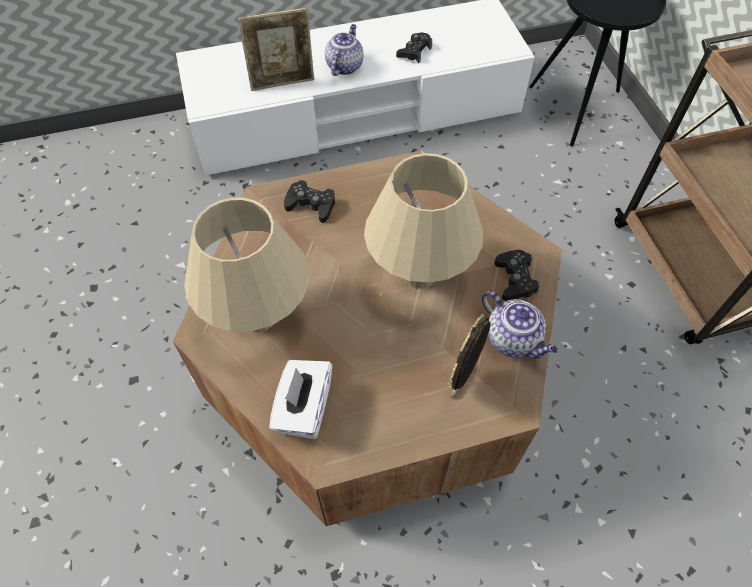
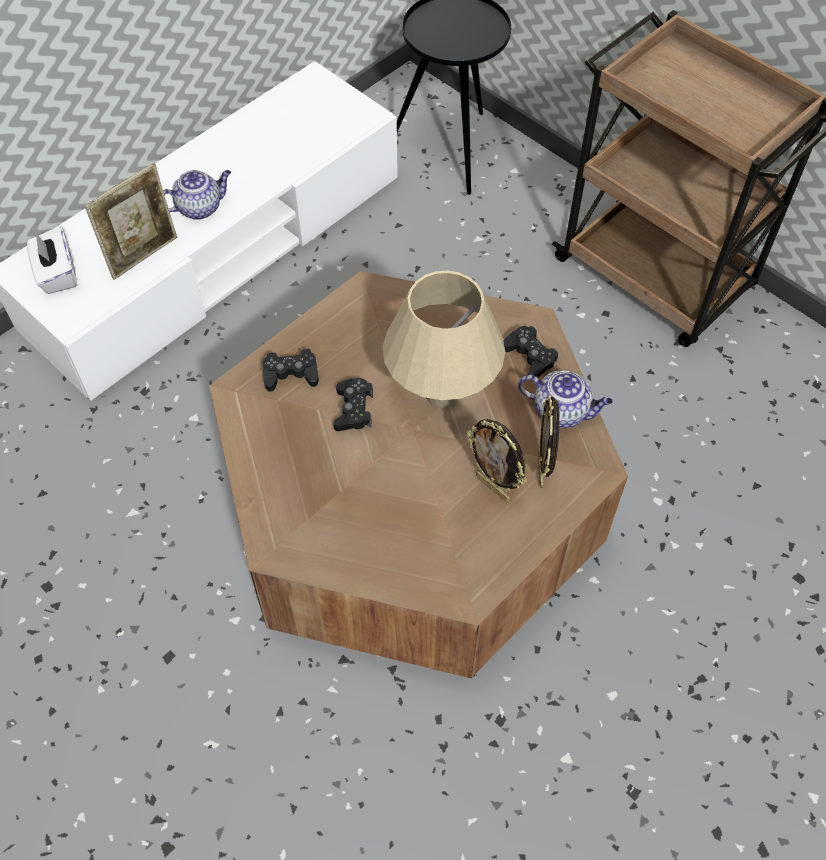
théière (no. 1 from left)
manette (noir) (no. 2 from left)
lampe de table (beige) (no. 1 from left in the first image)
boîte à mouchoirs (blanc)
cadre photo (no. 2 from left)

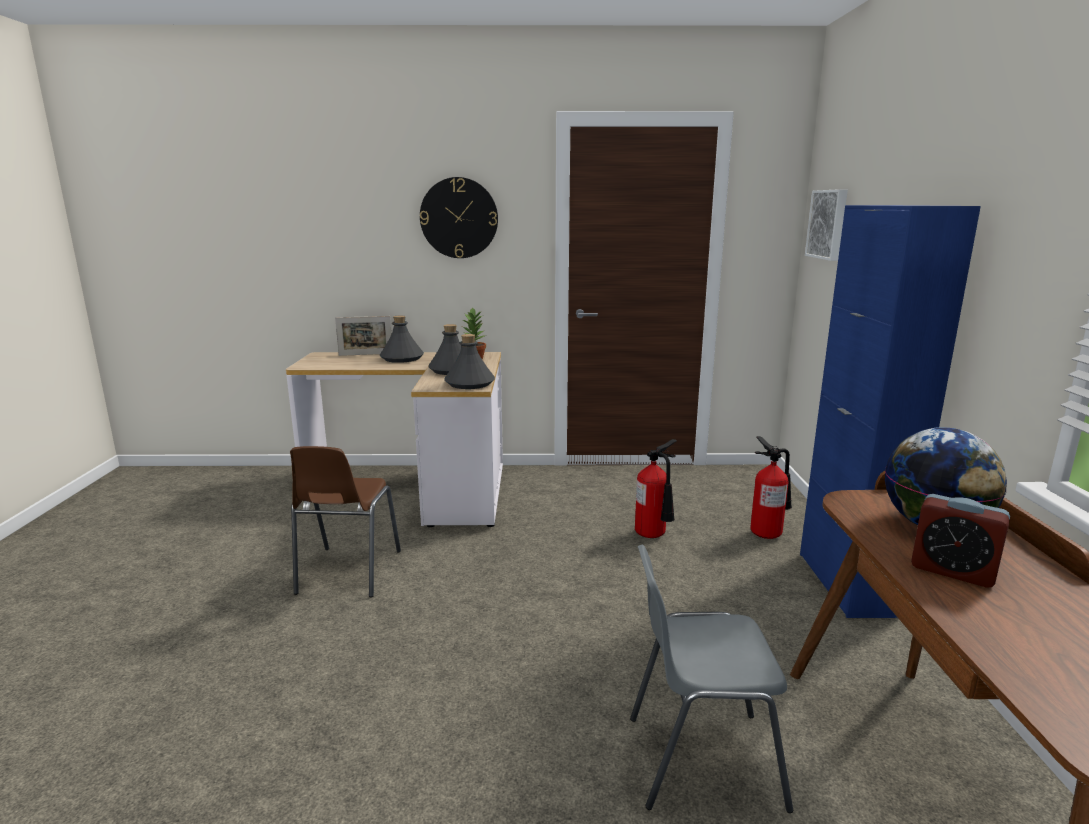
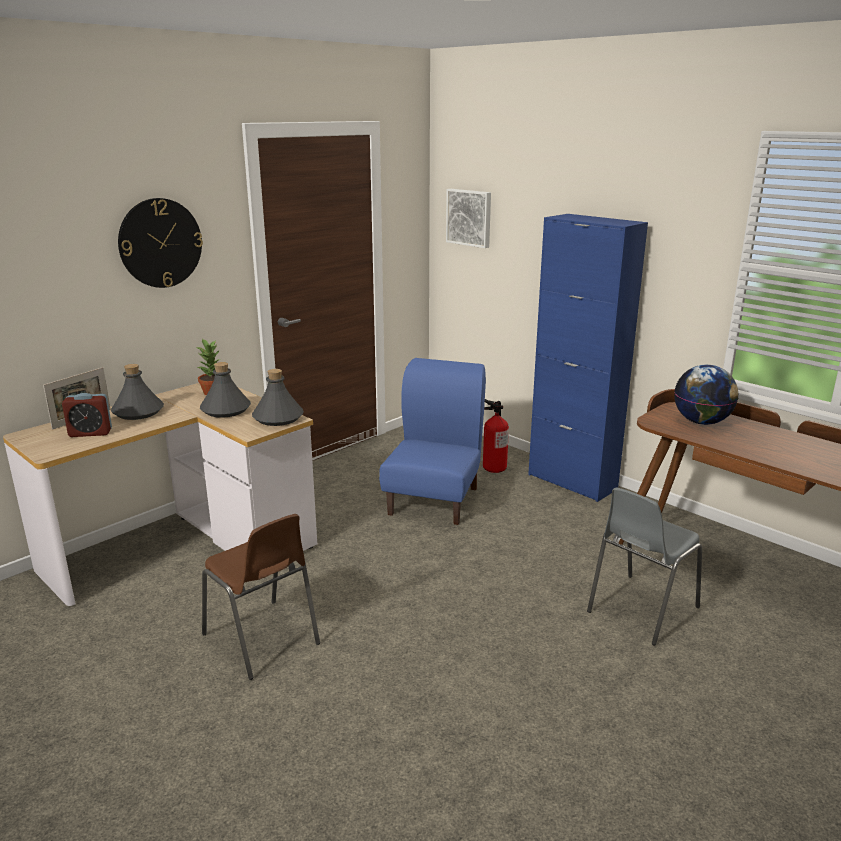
chaise (bleu)
réveil

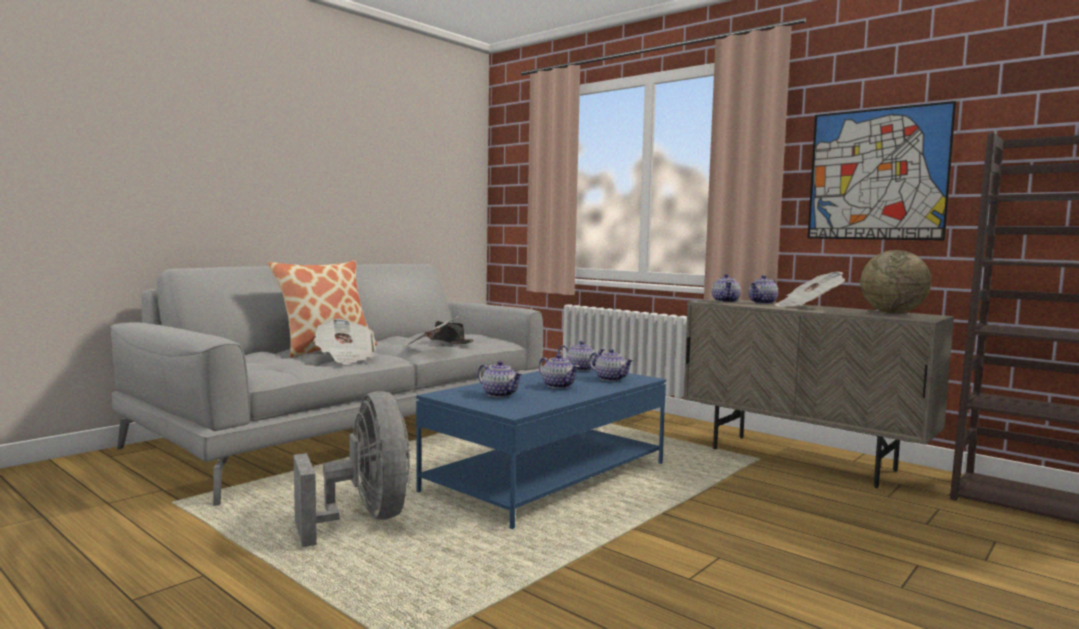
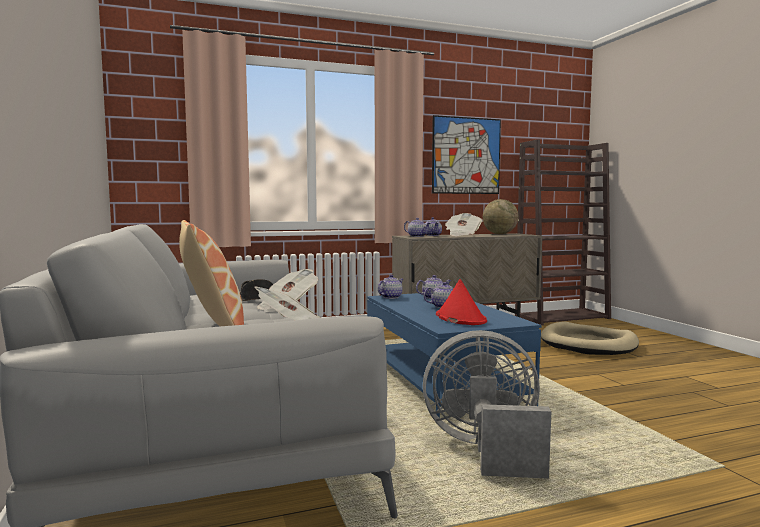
chapeau (rouge)
panier pour chien (beige)

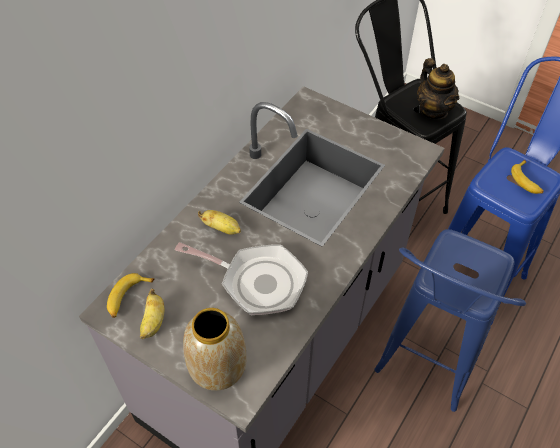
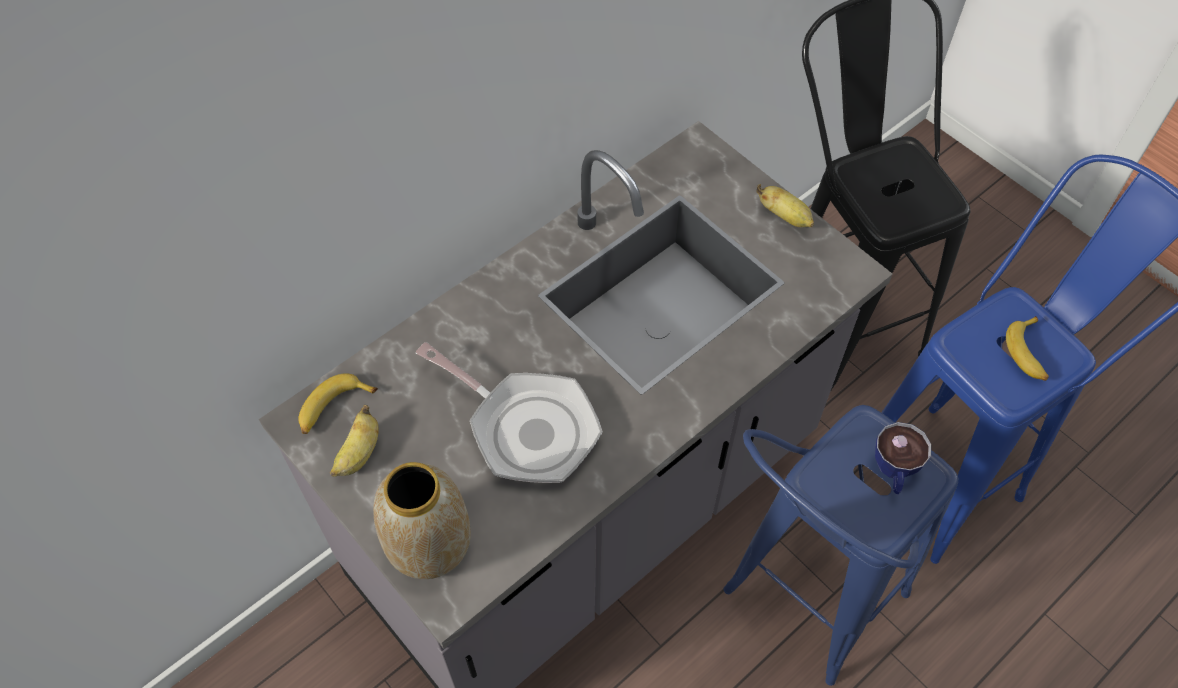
théière
banane (no. 3 from left)
tasse

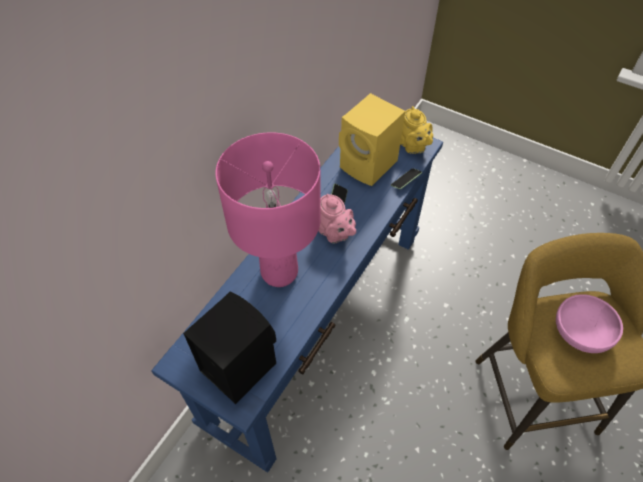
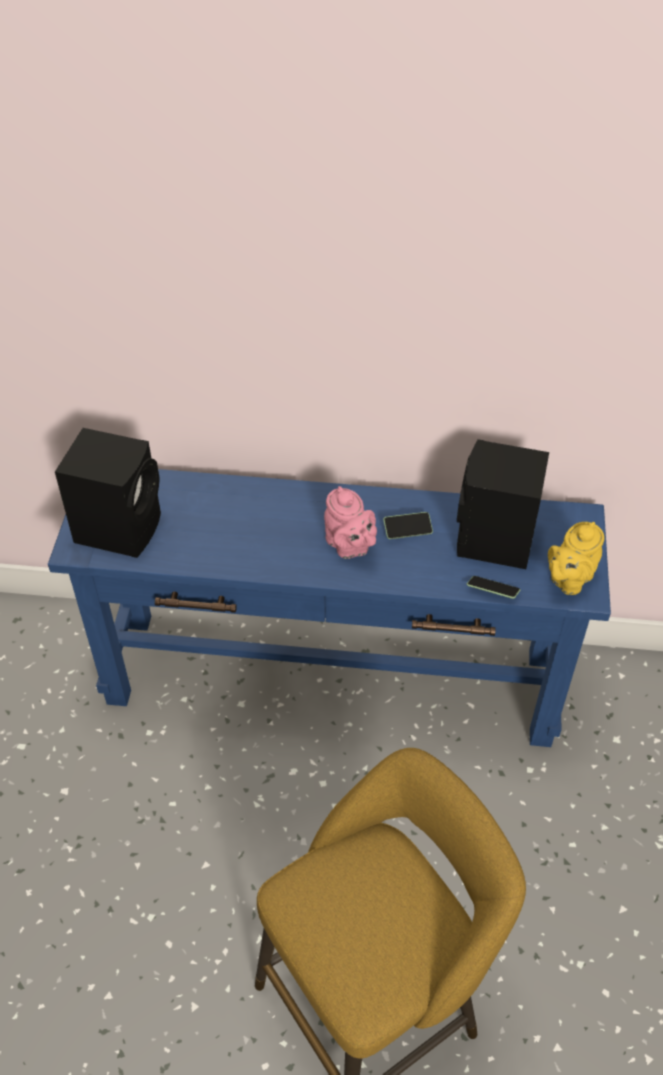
enceinte (noir) (no. 2 from left)
lampe de table (rose)
théière (rose)
bol (rose)

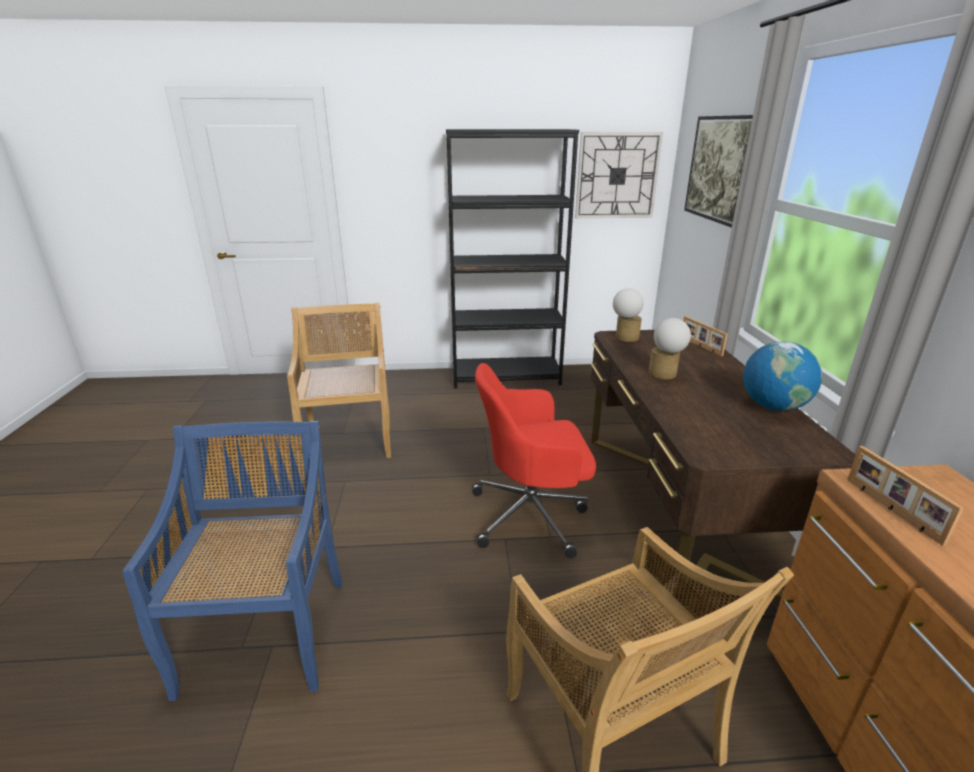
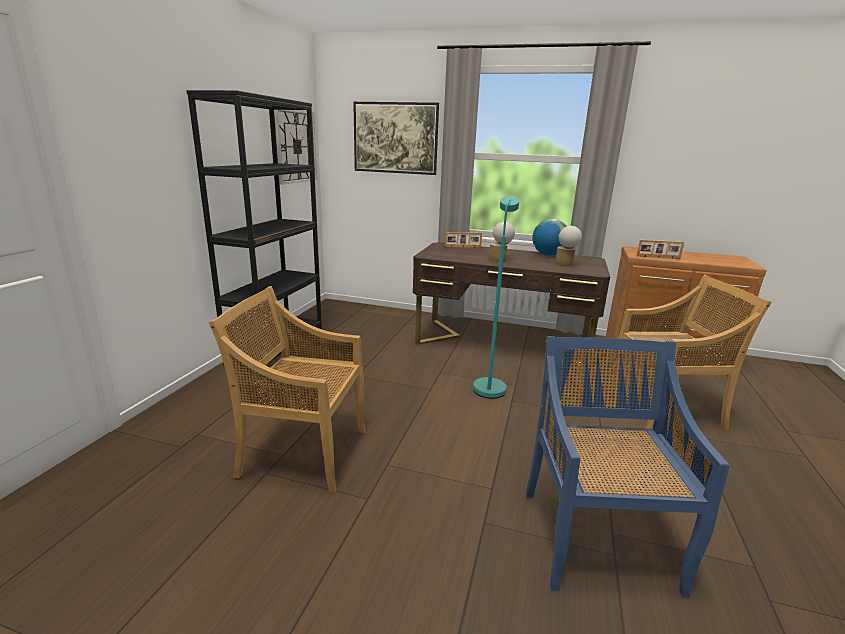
lampe de table (no. 2 from left)
lampadaire (turquoise)
chaise (bleu)

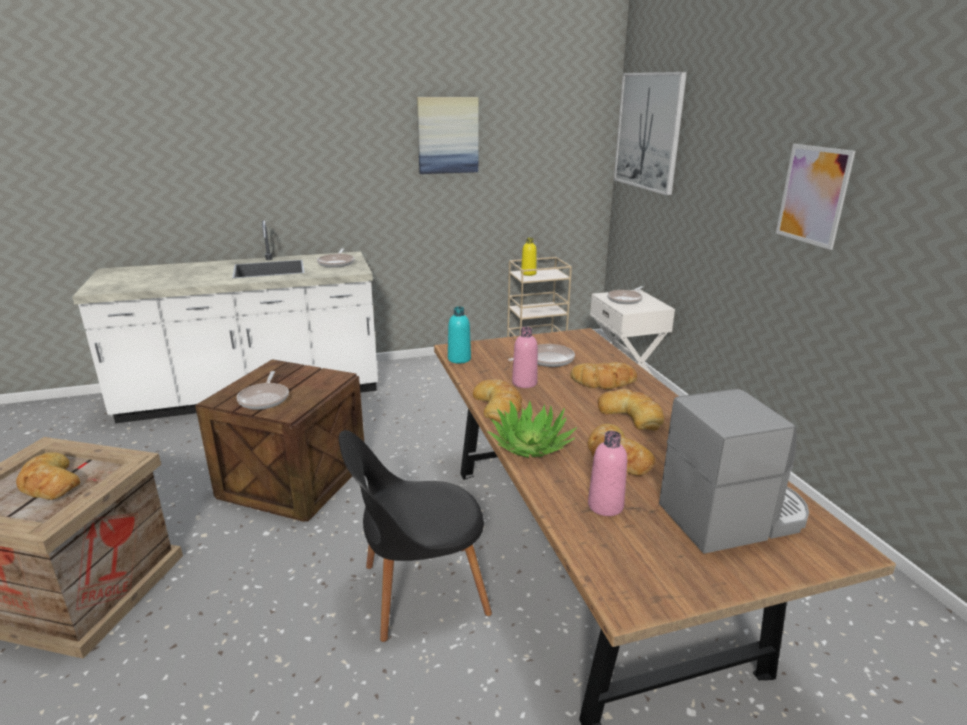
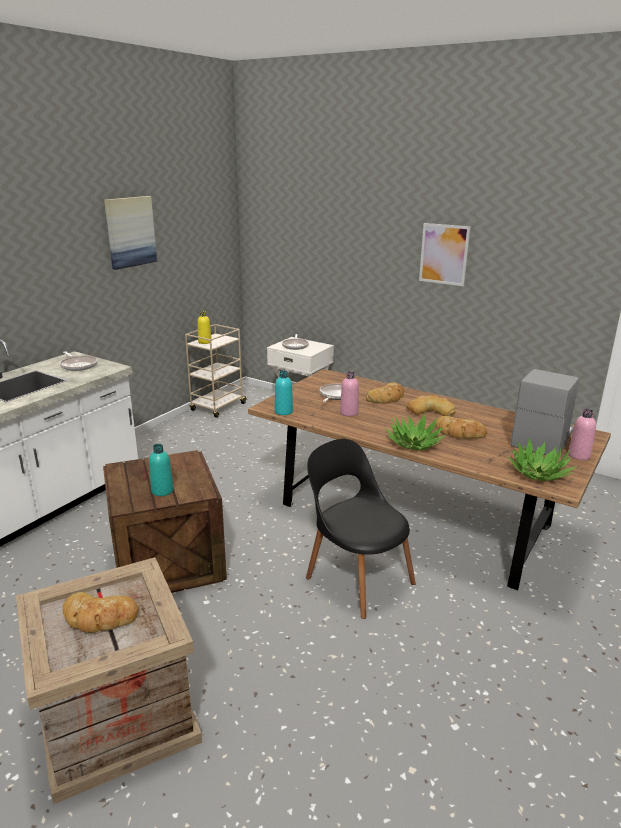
tableau (no. 2 from left in the first image)
bouteille (turquoise) (no. 1 from left)
pain (no. 2 from left in the first image)
chaise (noir)
bouteille (rose) (no. 2 from left)
plante en pot (no. 2 from left)

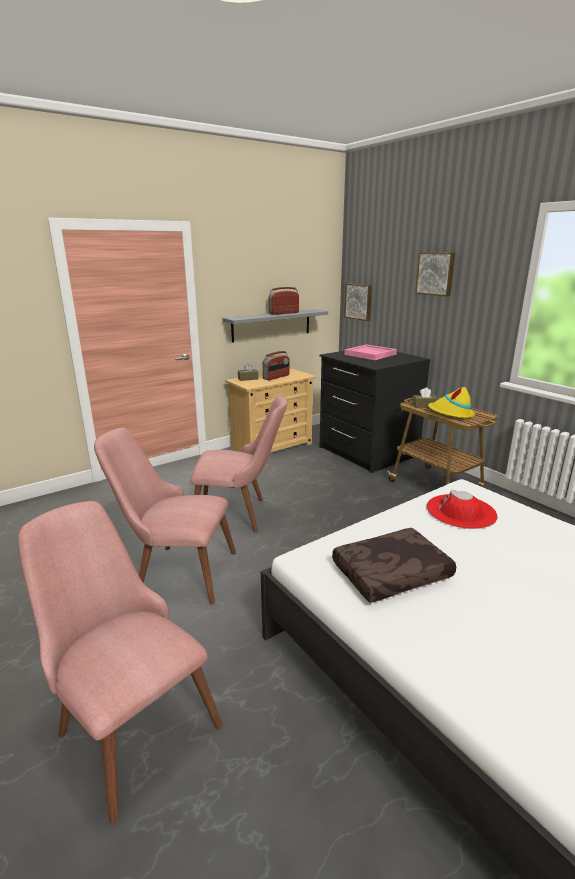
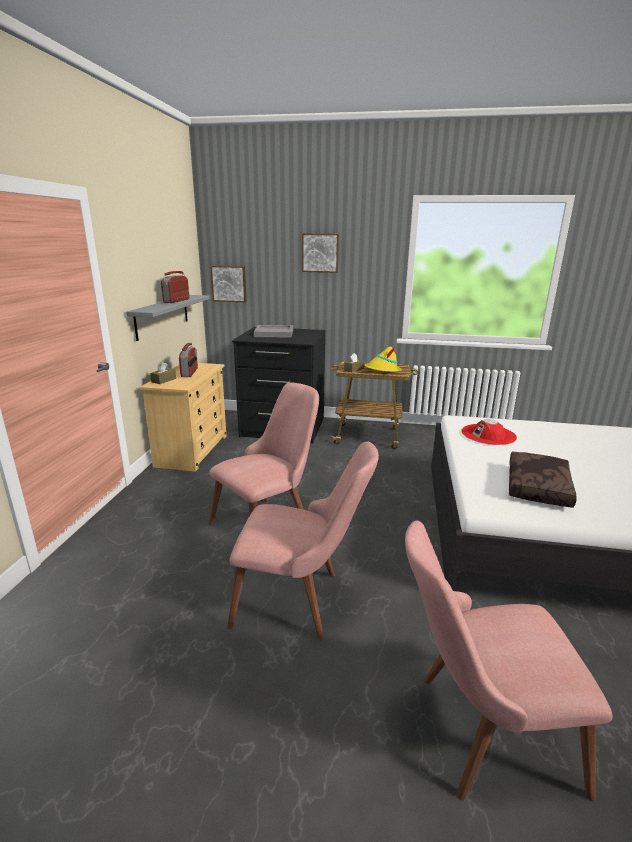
plateau (gris)
chaise (rose) (no. 2 from left)

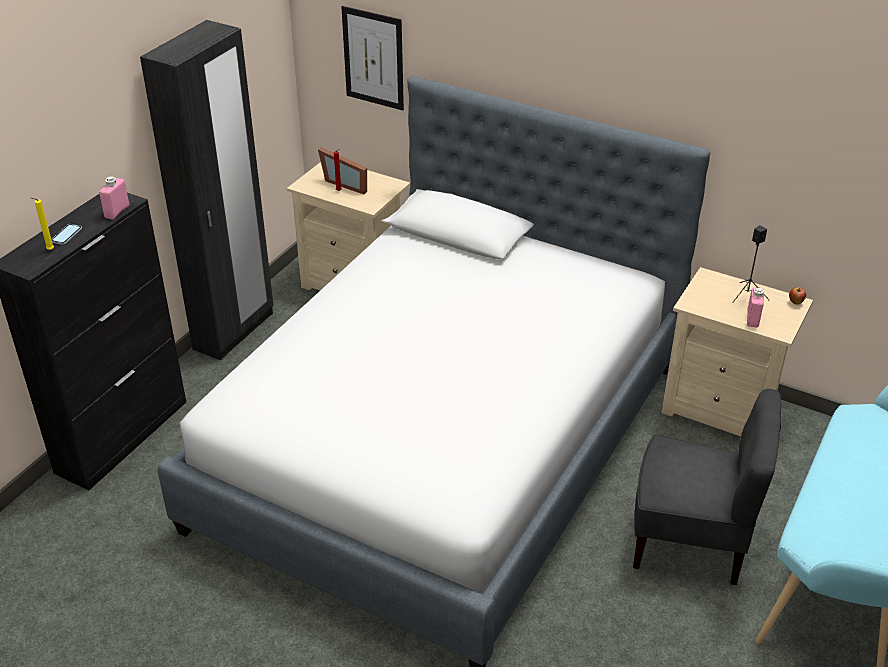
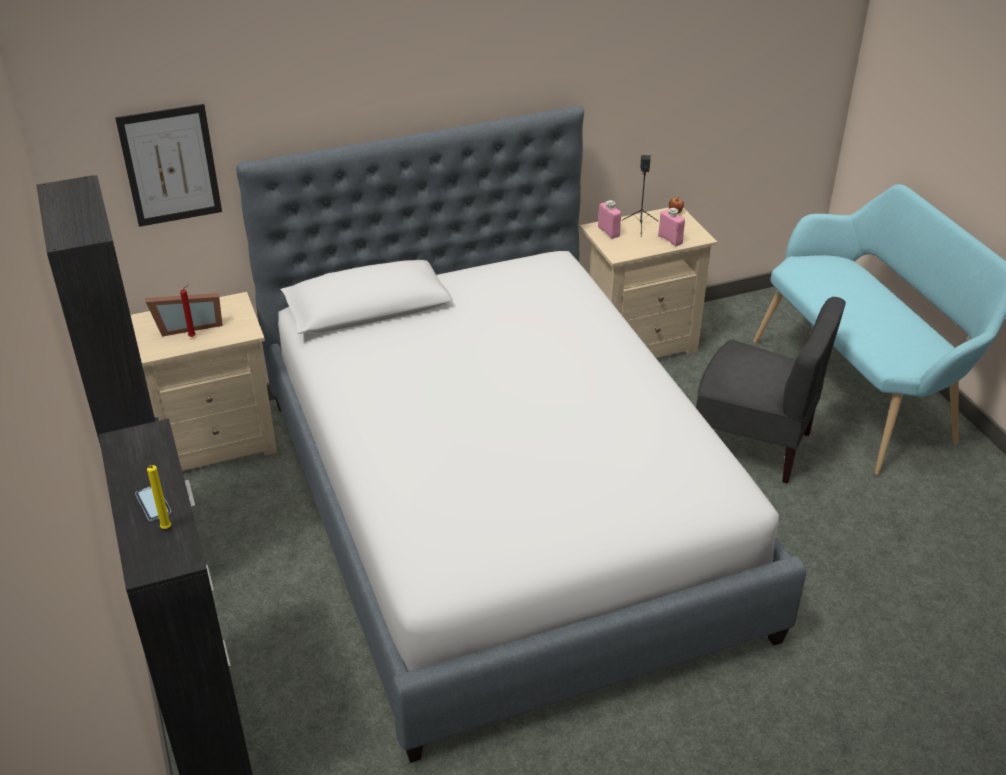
bouteille (rose) (no. 1 from left)
chaise (gris)

